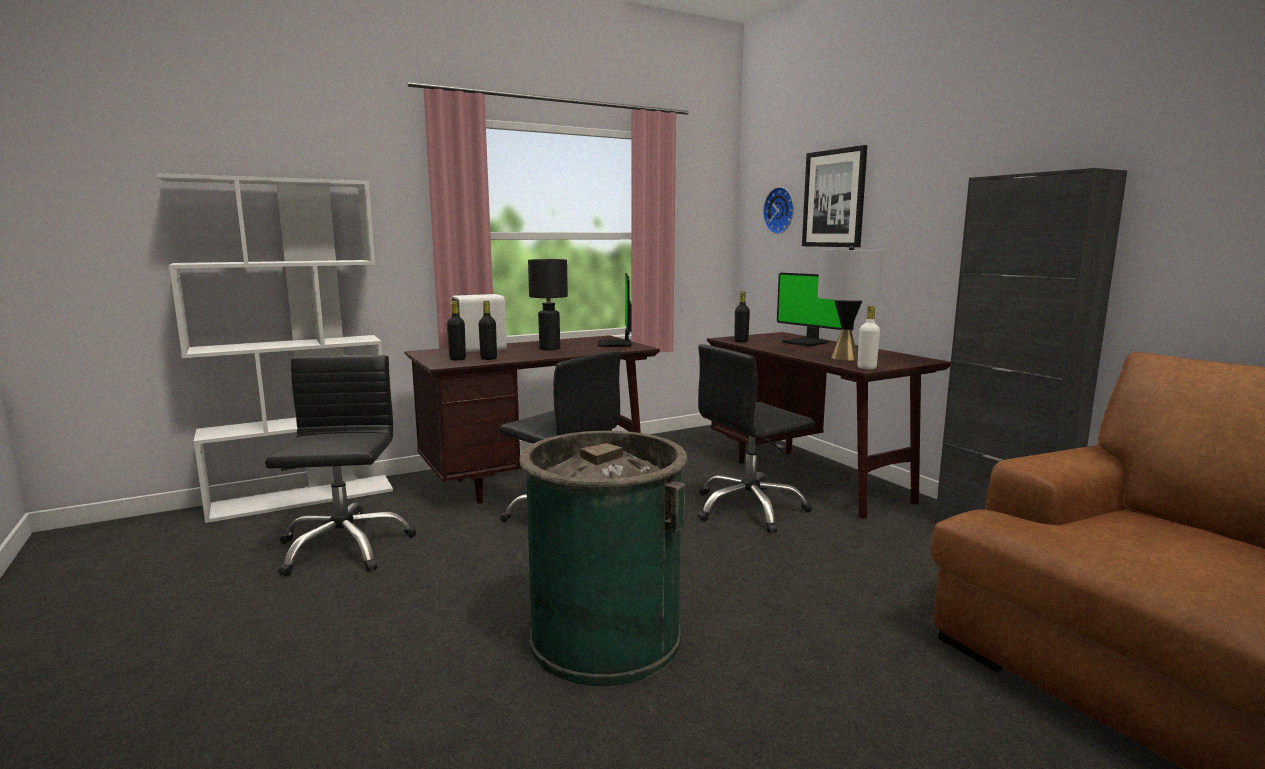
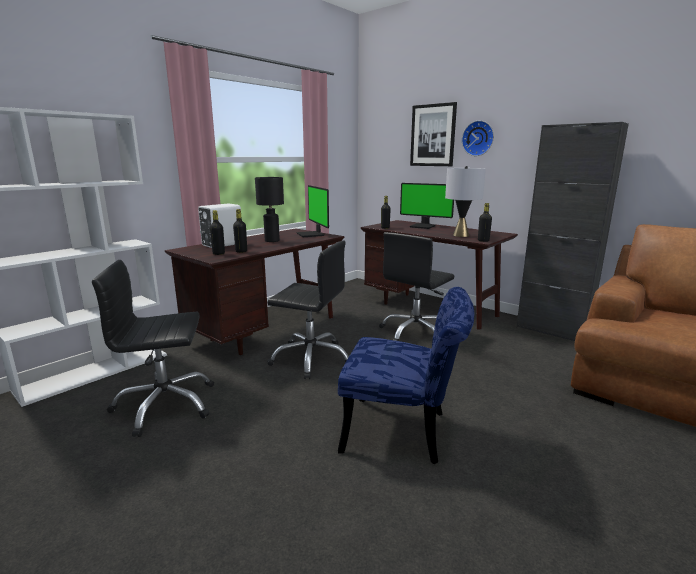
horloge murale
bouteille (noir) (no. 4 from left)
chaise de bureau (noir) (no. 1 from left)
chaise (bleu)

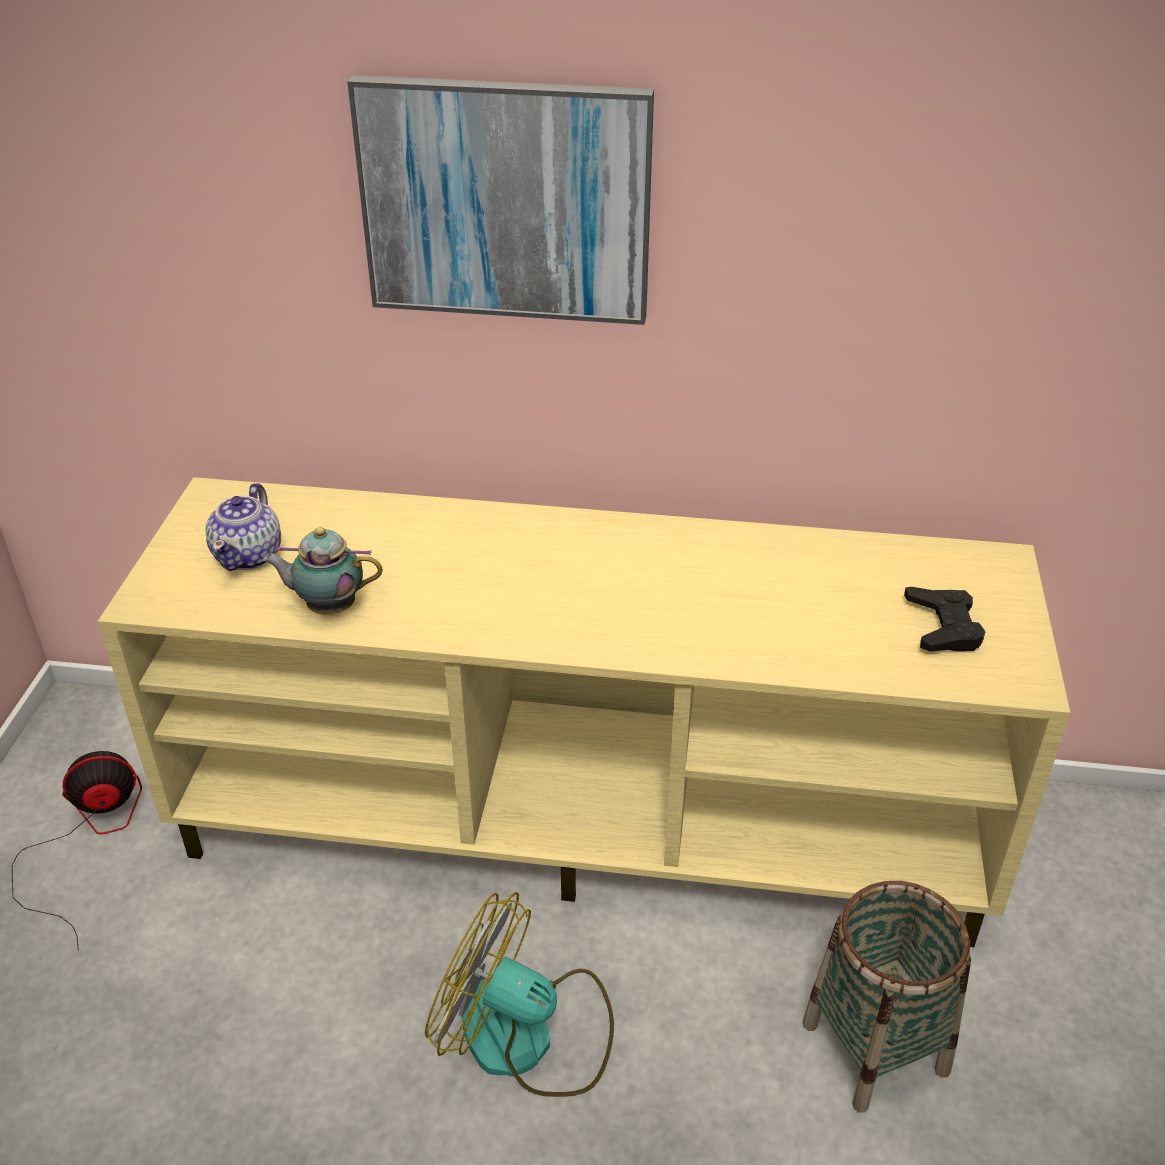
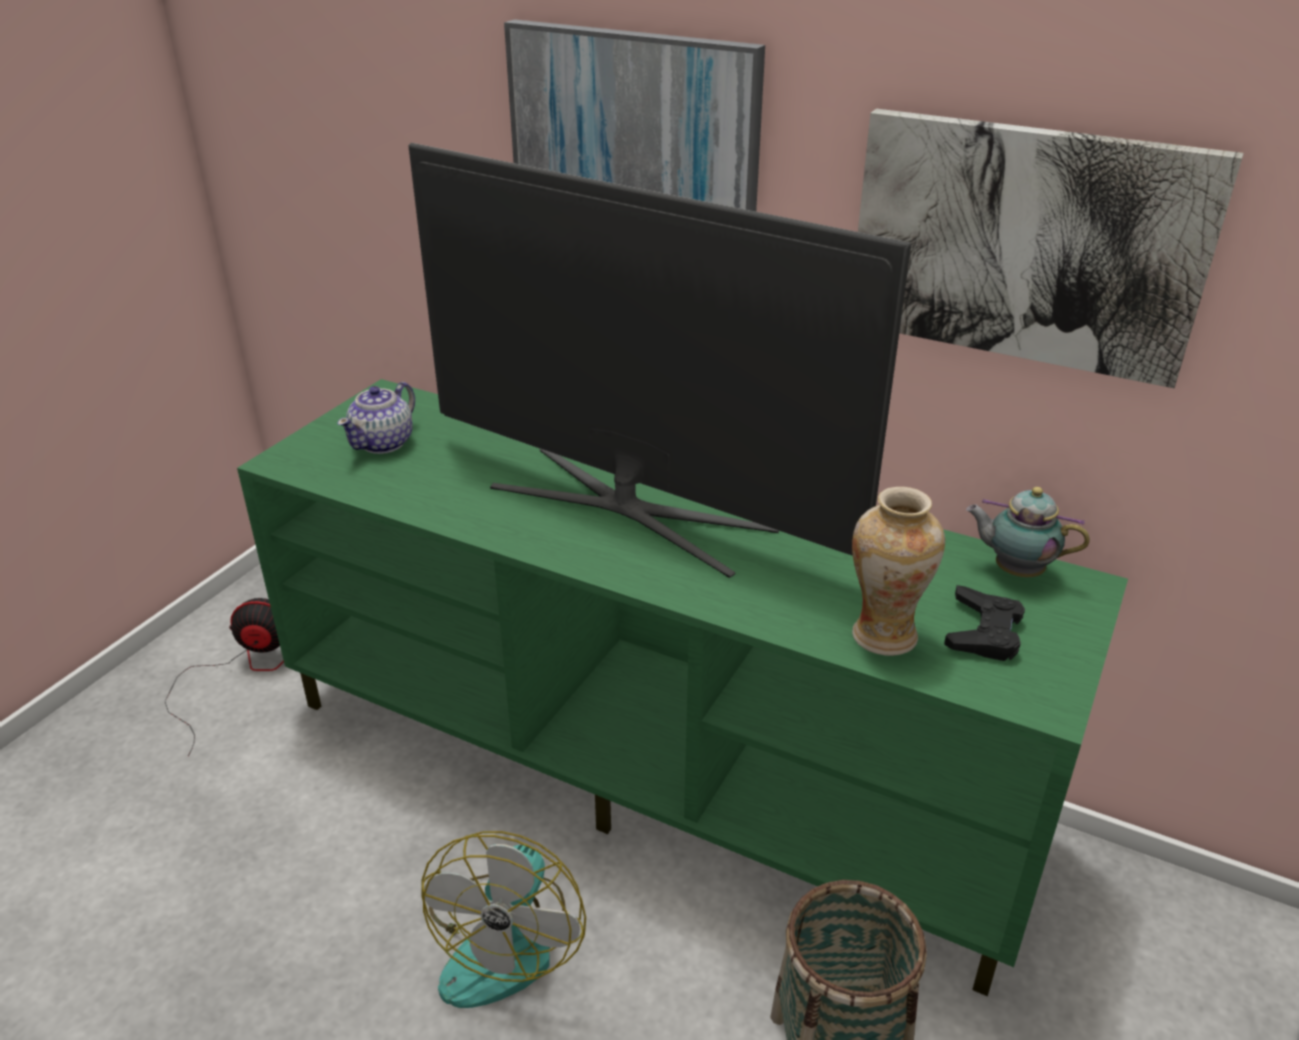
meuble télé (vert)
théière (no. 2 from left)
ventilateur (no. 2 from left)
tableau (no. 2 from left)
téléviseur
vase

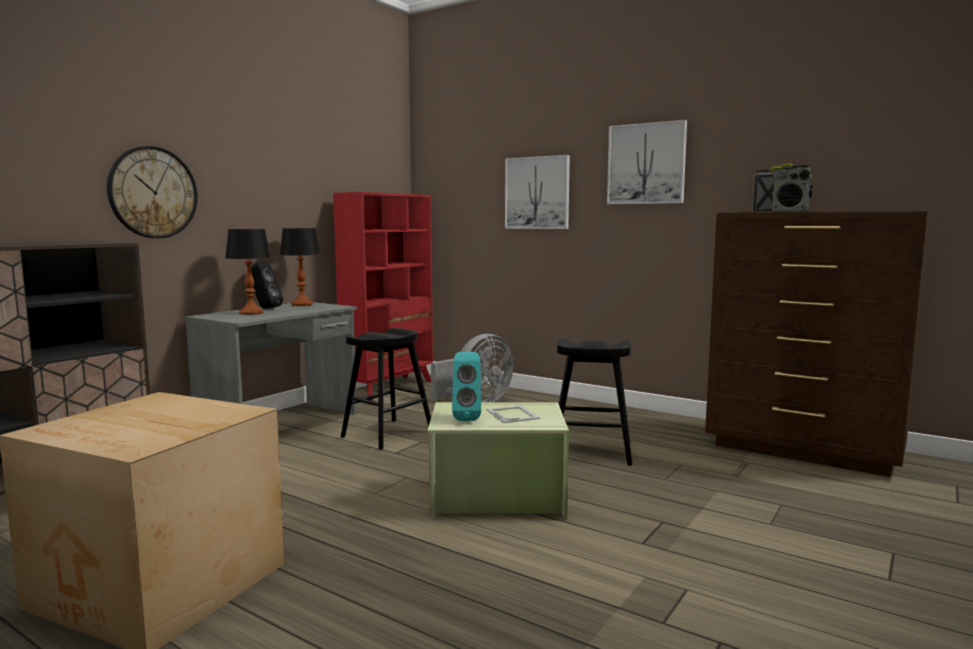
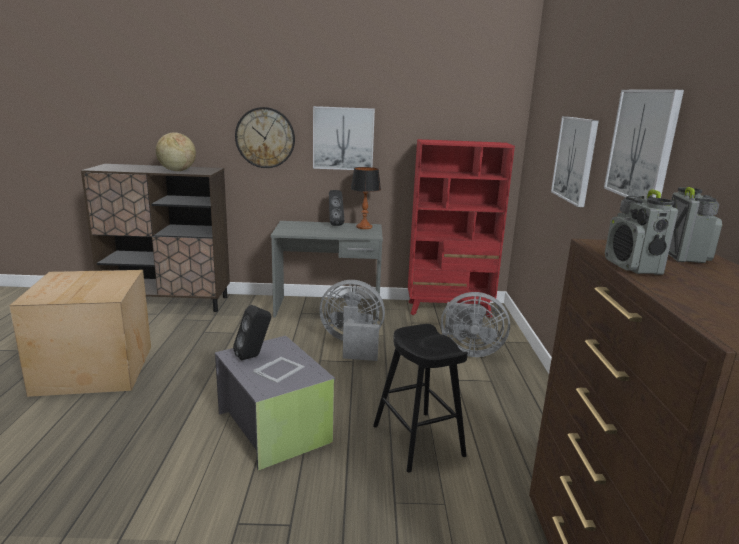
lampe de table (no. 1 from left in the first image)
ventilateur (gris) (no. 1 from left)
enceinte (noir) (no. 1 from left)
boîte de rangement (gris)
tableau (no. 1 from left)
globe

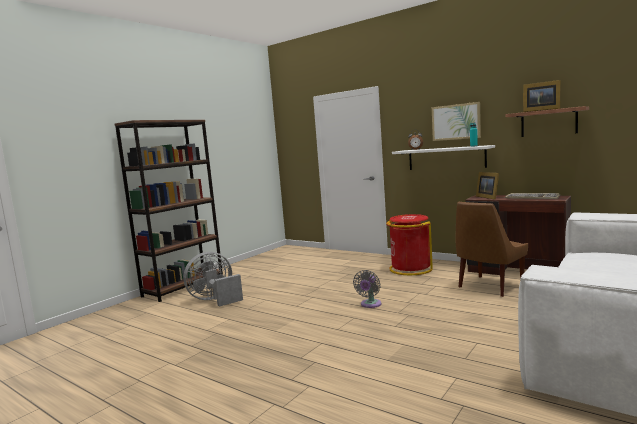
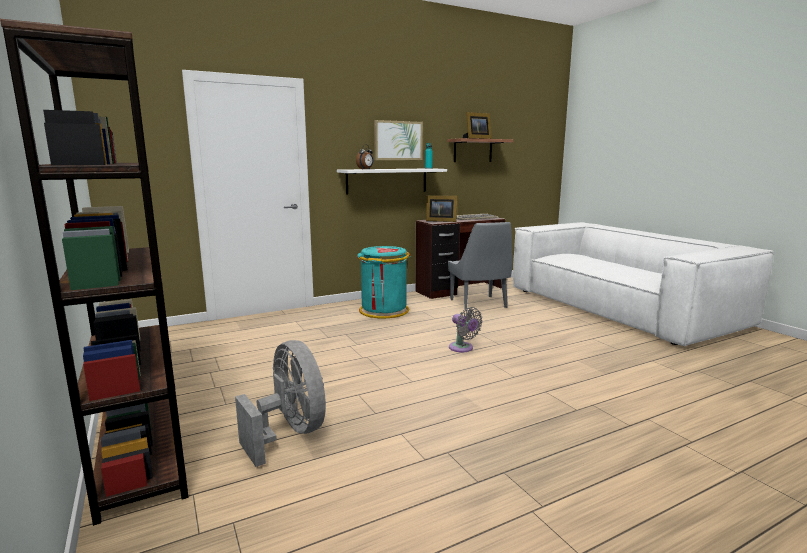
chaise (gris)
poubelle (turquoise)
ventilateur (gris) (no. 1 from left)

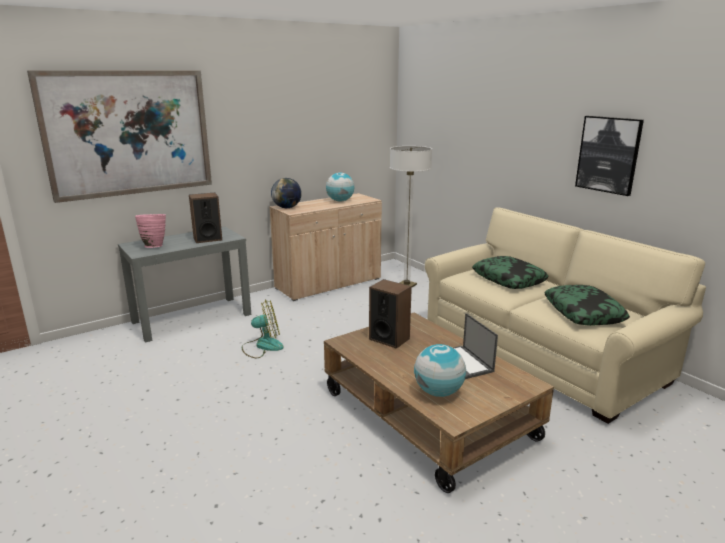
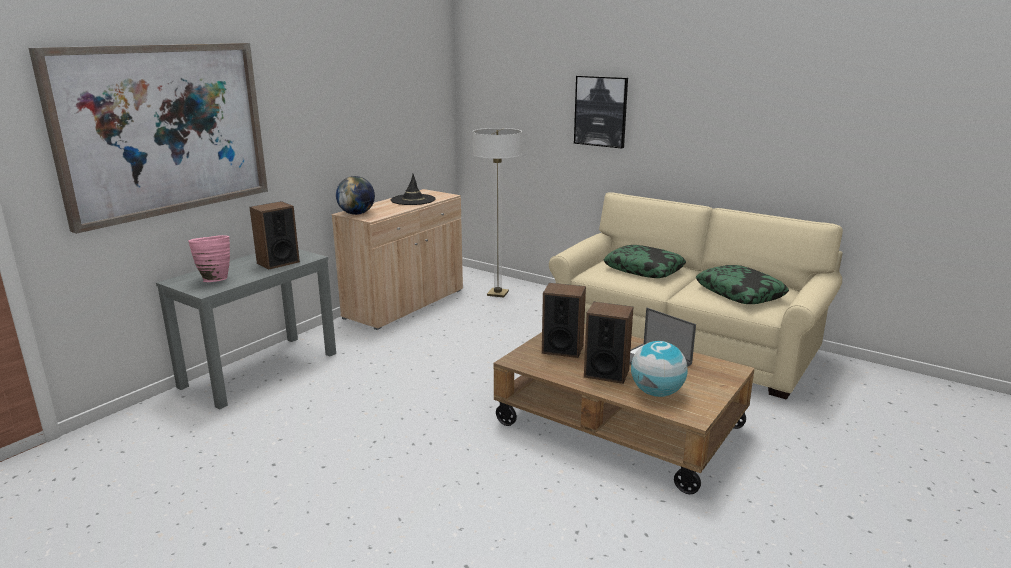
tableau (no. 2 from left)
chapeau (noir)
ventilateur
enceinte (no. 3 from left)

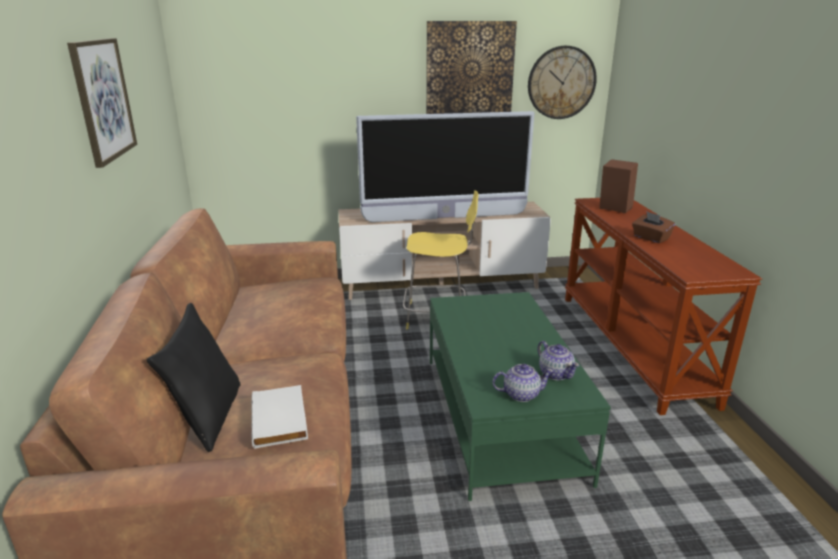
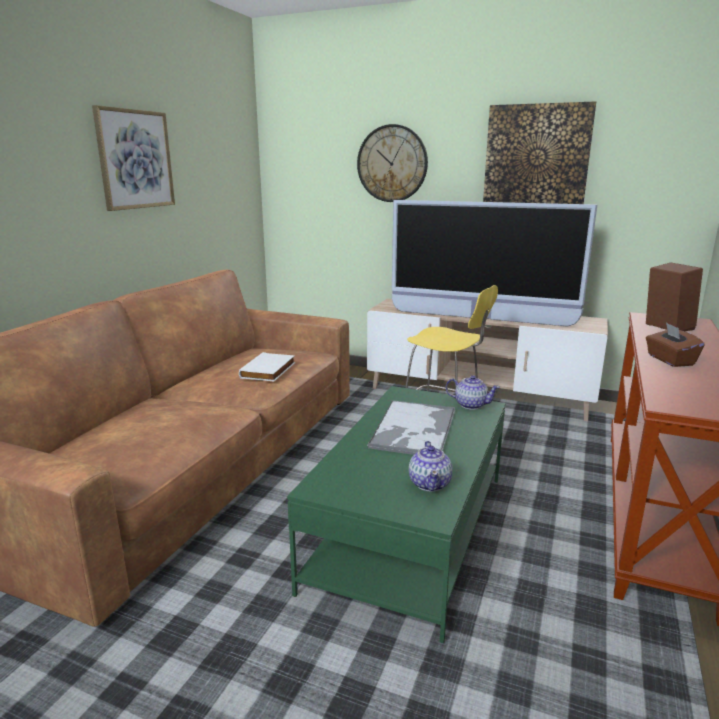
horloge murale
coussin (noir)
théière (no. 2 from left)
livre (blanc)
plateau

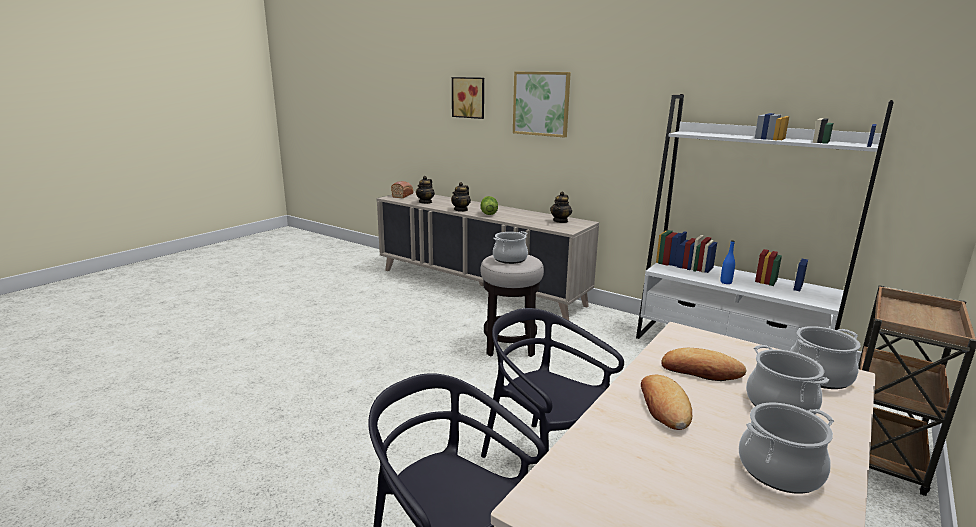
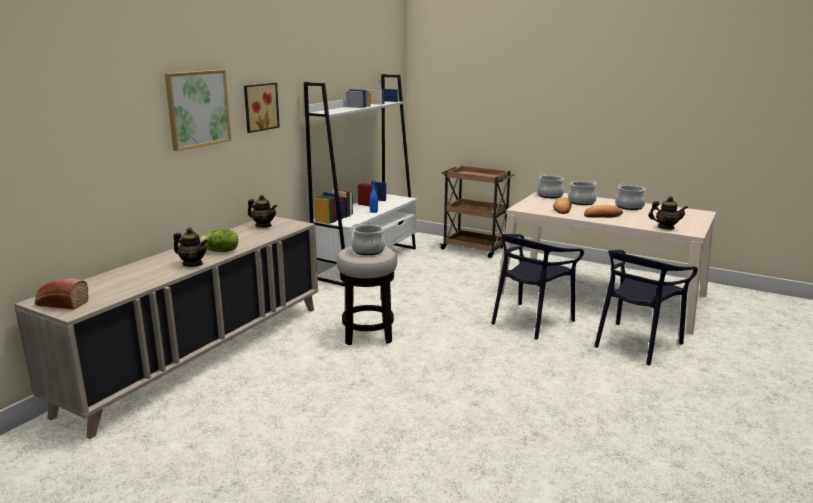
tableau (no. 2 from left)
théière (no. 3 from left)

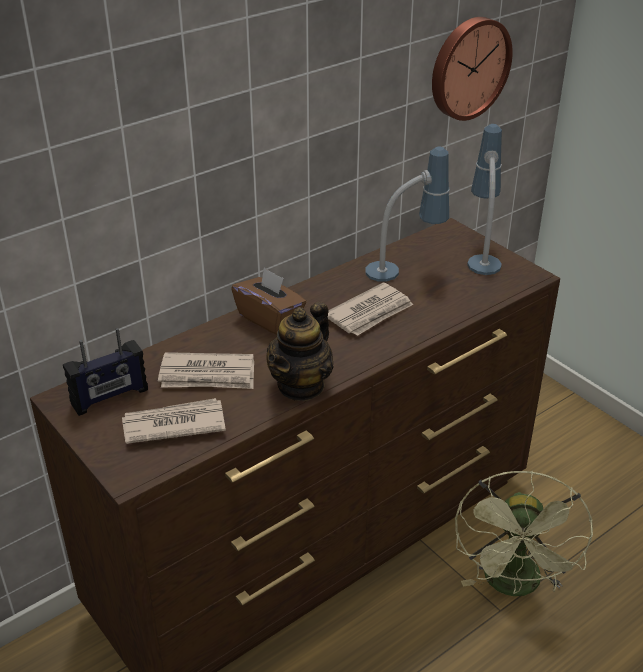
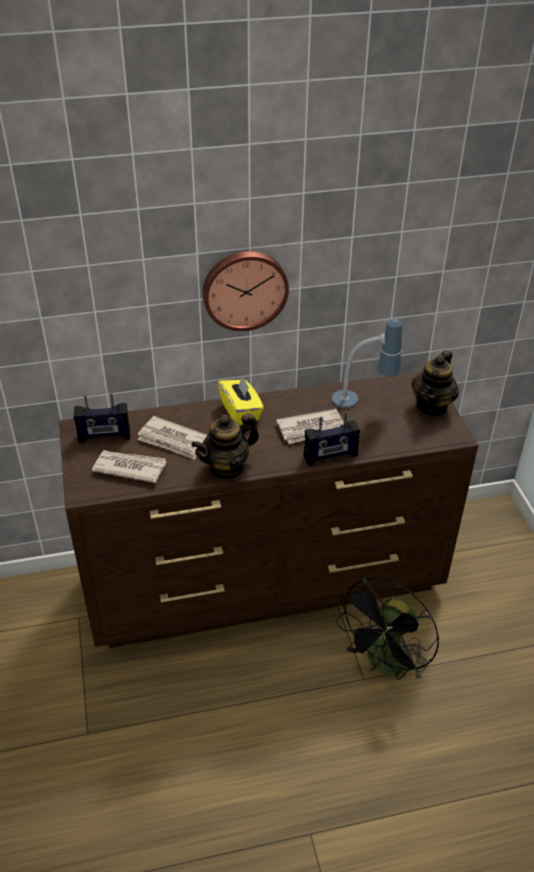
horloge murale
théière (no. 2 from left)
boîte à mouchoirs (jaune)
ventilateur (noir)
radio (no. 2 from left)

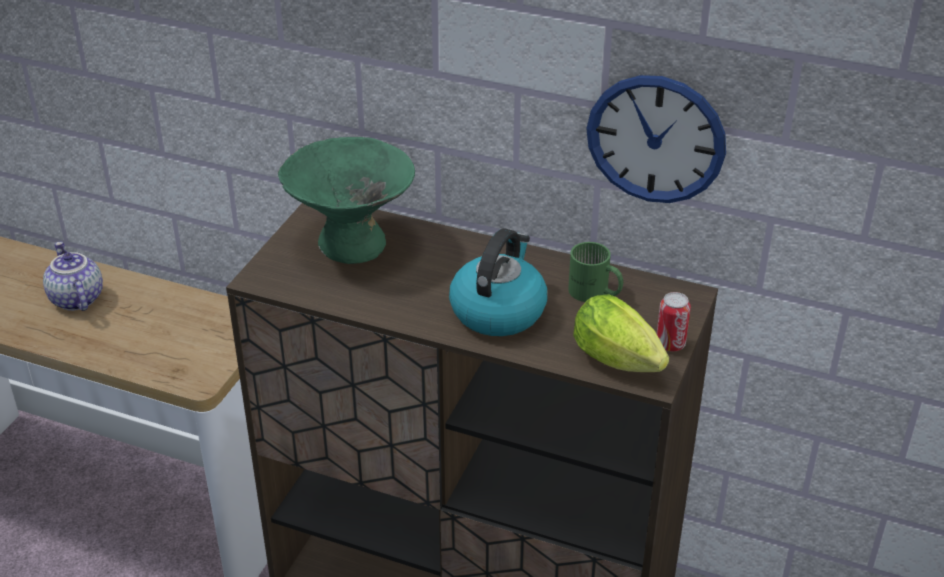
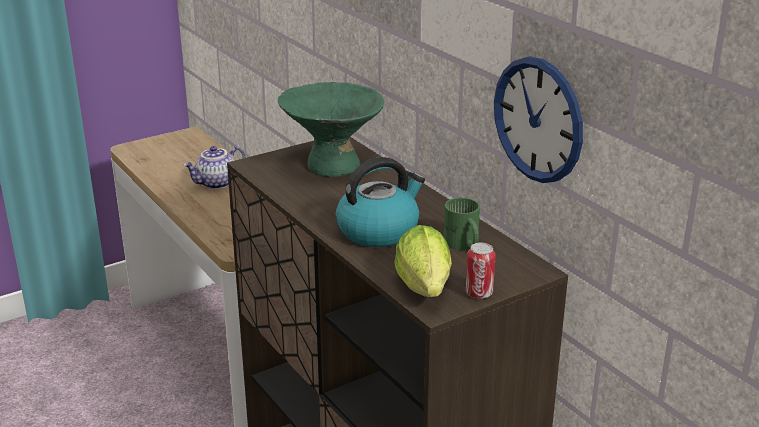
théière

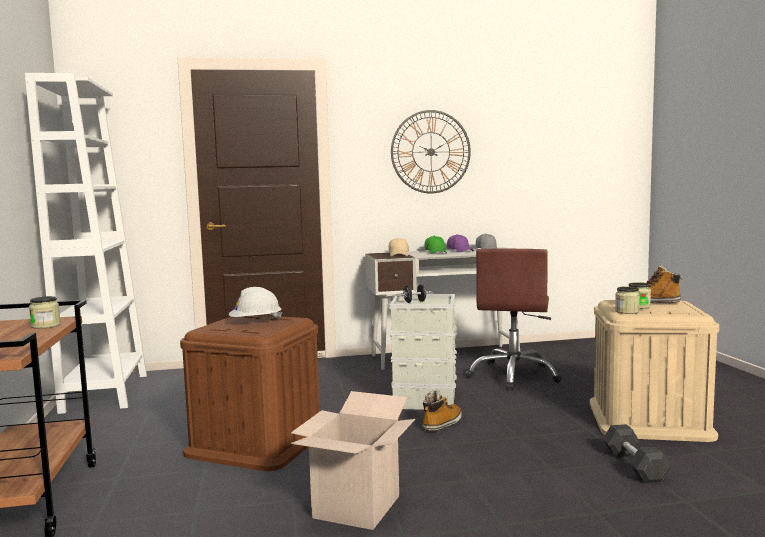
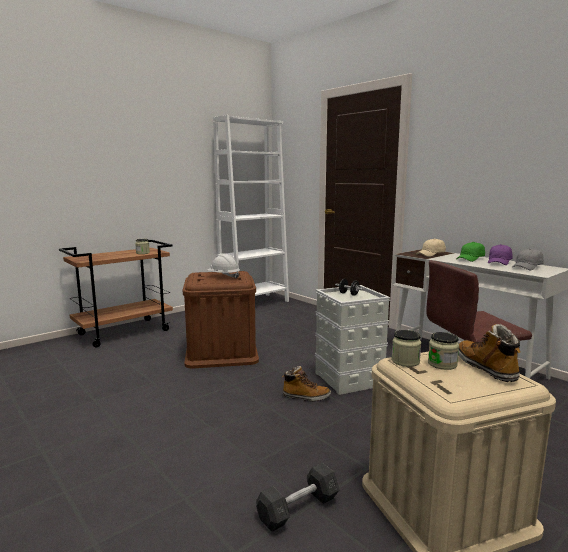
horloge murale
carton

